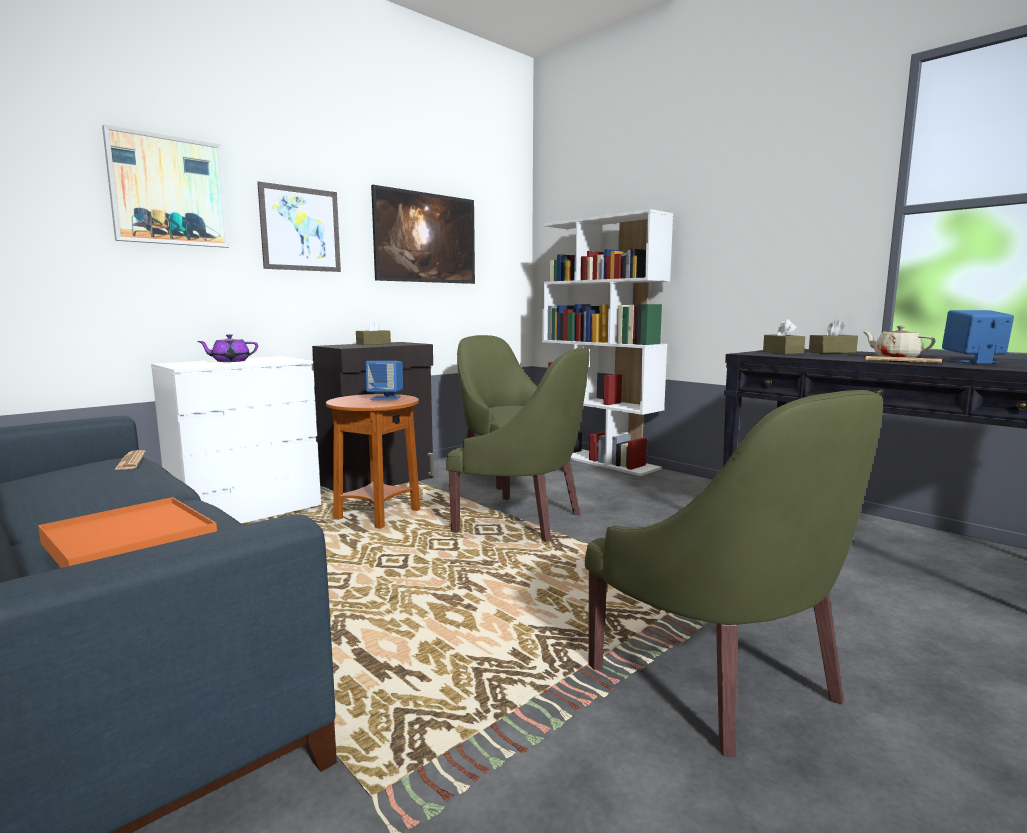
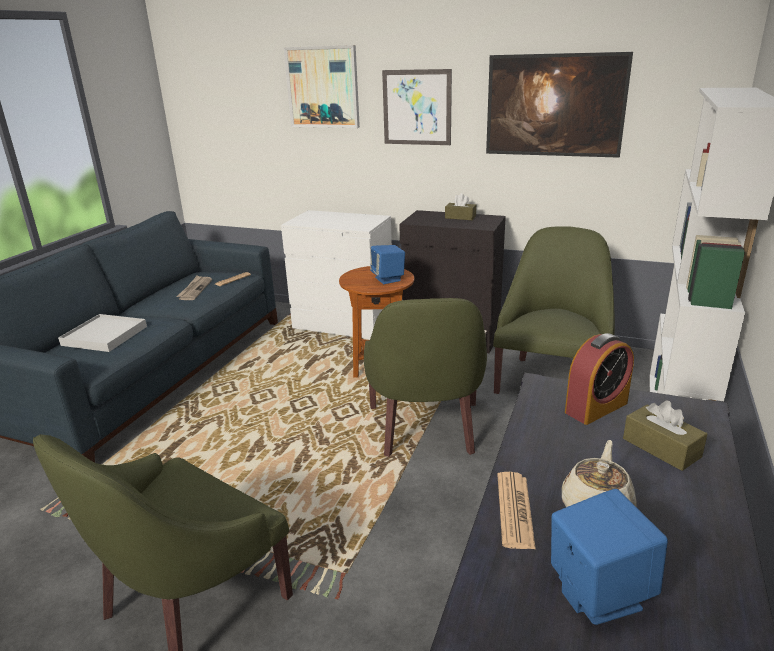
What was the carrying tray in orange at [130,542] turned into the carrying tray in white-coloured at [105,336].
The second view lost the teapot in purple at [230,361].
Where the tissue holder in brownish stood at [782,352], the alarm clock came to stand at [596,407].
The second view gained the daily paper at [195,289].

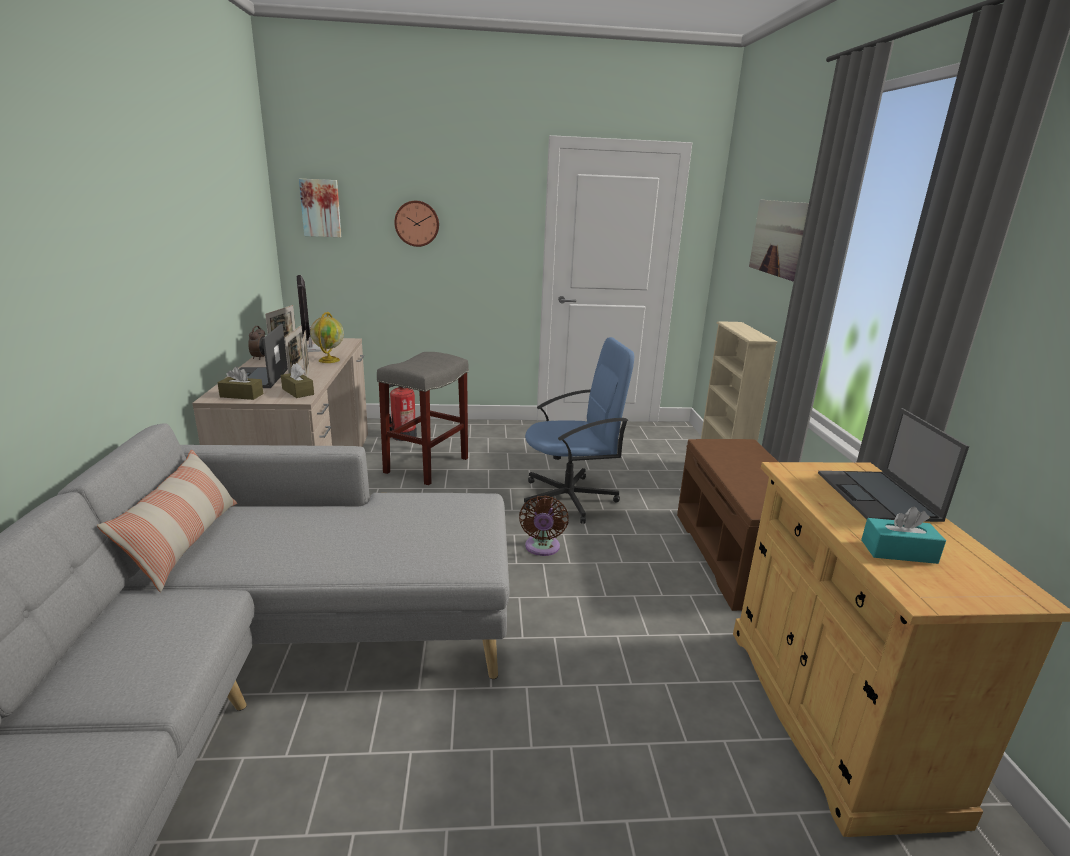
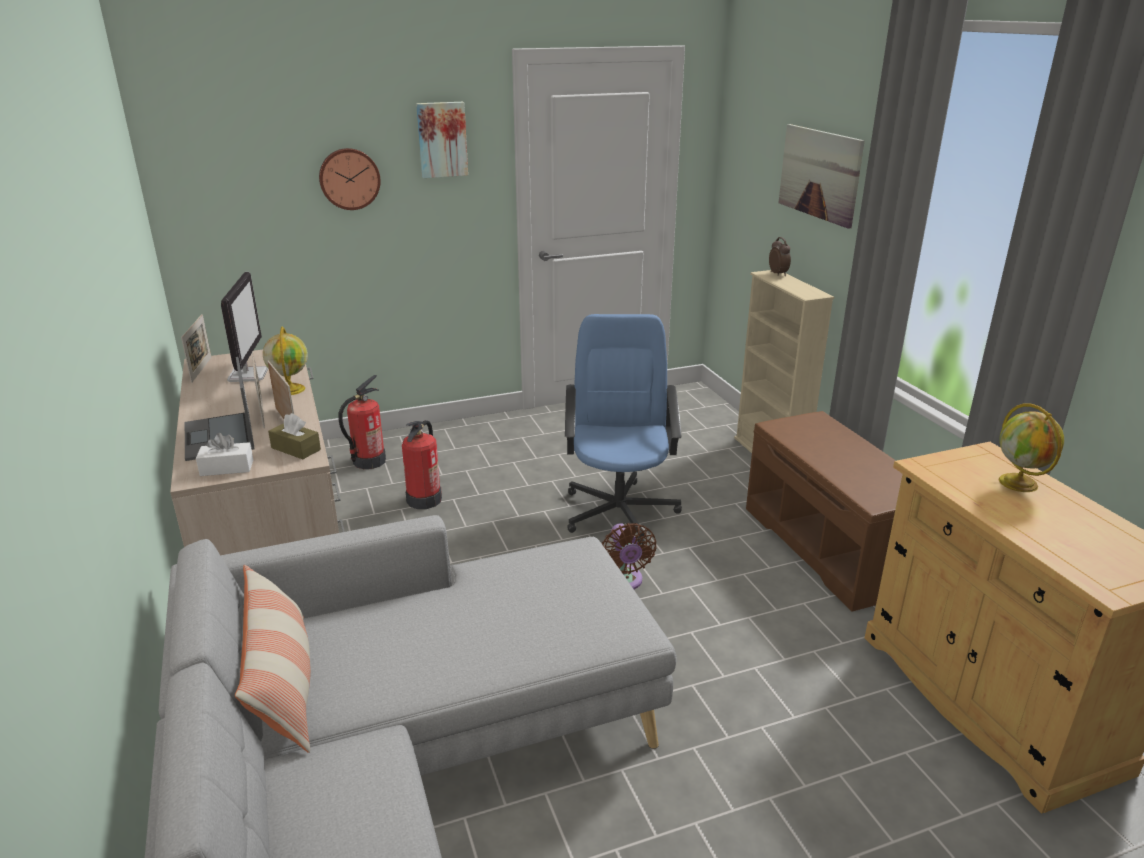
What was the tissue holder in brownish at [241,395] turned into the tissue holder in white-coloured at [227,468].
The alarm clock ended up elsewhere, having gone from [260,358] to [778,274].
The computer screen at [310,349] ended up facing another way, 150 degrees counterclockwise from before.
The picture ended up elsewhere, having gone from [321,208] to [442,139].
Where the stool seat in grey stood at [426,466], the fire extinguisher came to stand at [424,499].
The computer chair in blue-coloured at [570,498] ended up facing another way, 60 degrees counterclockwise from before.
Where the portable computer stood at [878,496], the globe came to stand at [1019,483].
The second view lost the tissue holder in blue-green at [898,551].

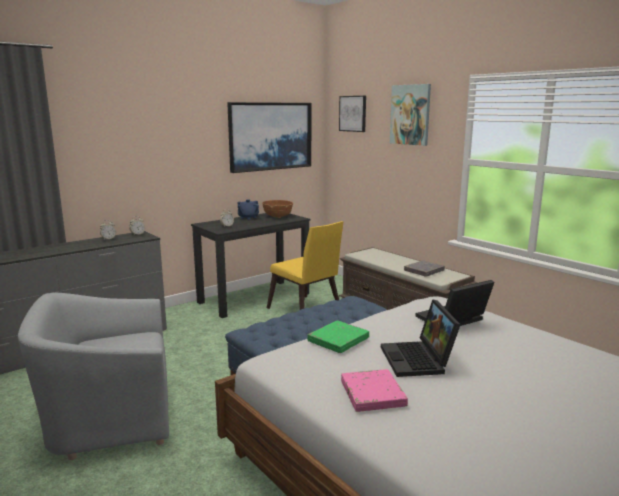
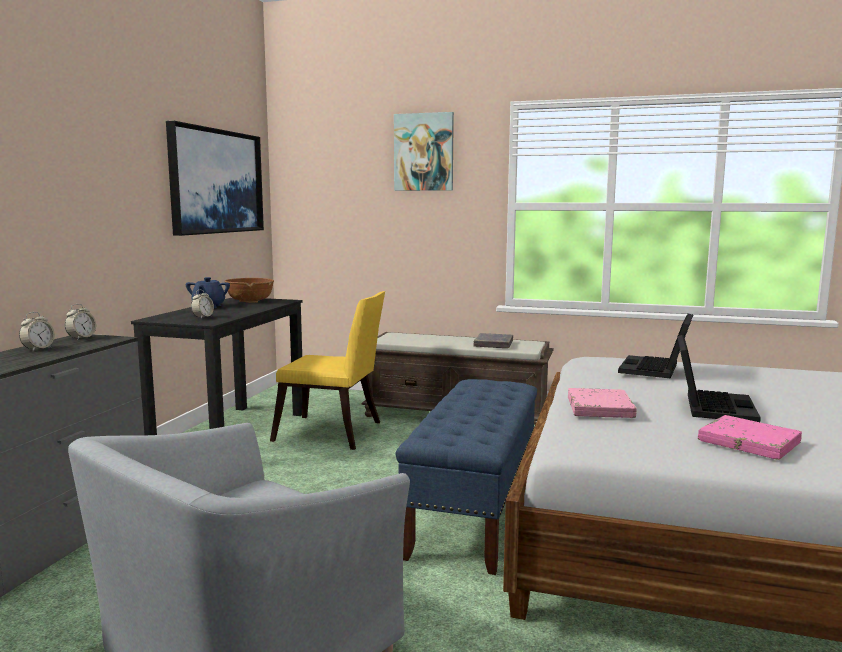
What was the volume in greenish at [338,340] turned into the volume in pink at [600,408].
The second view lost the picture at [353,113].
The portable computer at [419,360] ended up facing another way, 120 degrees counterclockwise from before.

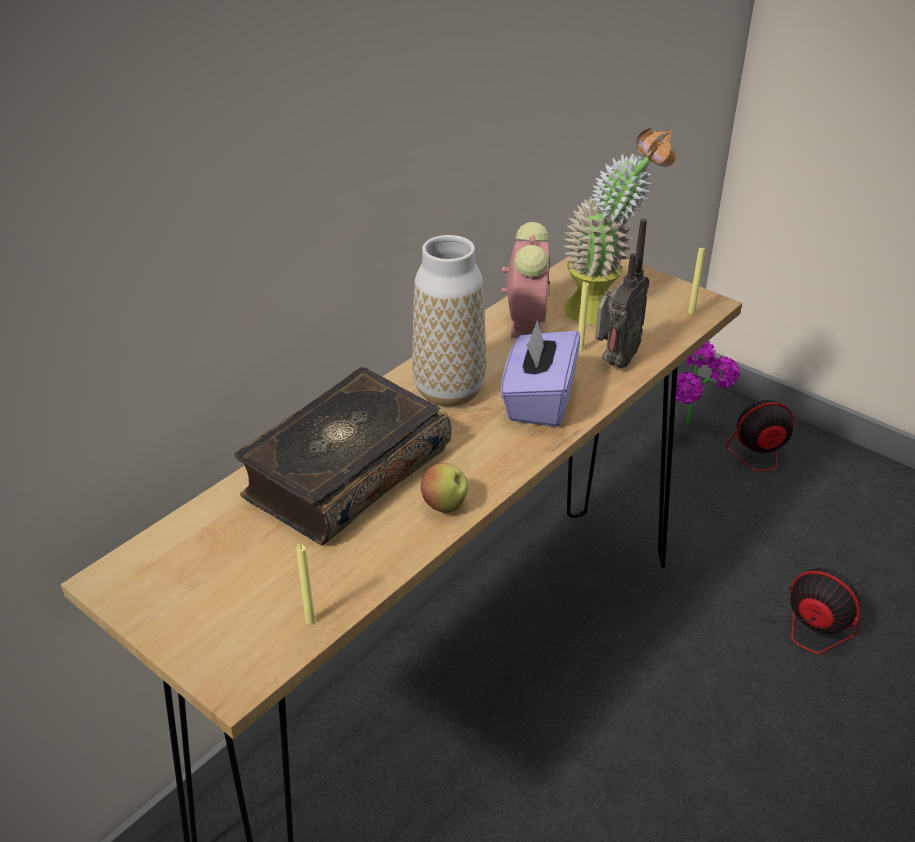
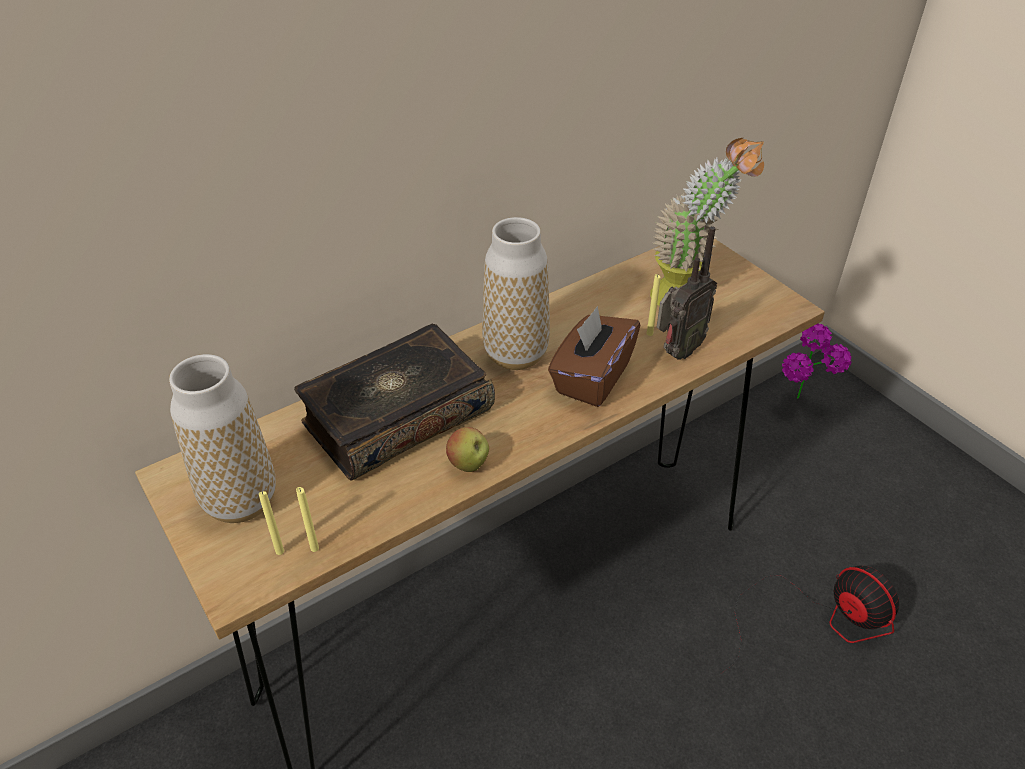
What was the tissue holder in purple at [538,400] turned into the tissue holder in brownish at [591,378].
The second view lost the alarm clock at [526,320].
The wax light in yellow-coloured ended up elsewhere, having gone from [691,312] to [279,551].
The second view lost the fan at [746,474].
The second view gained the vase at [241,501].

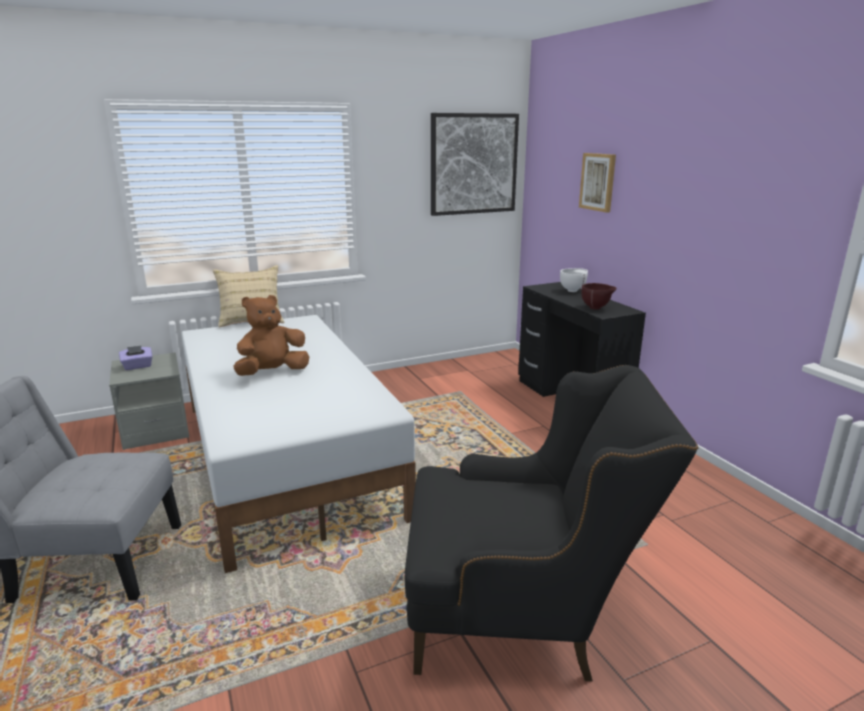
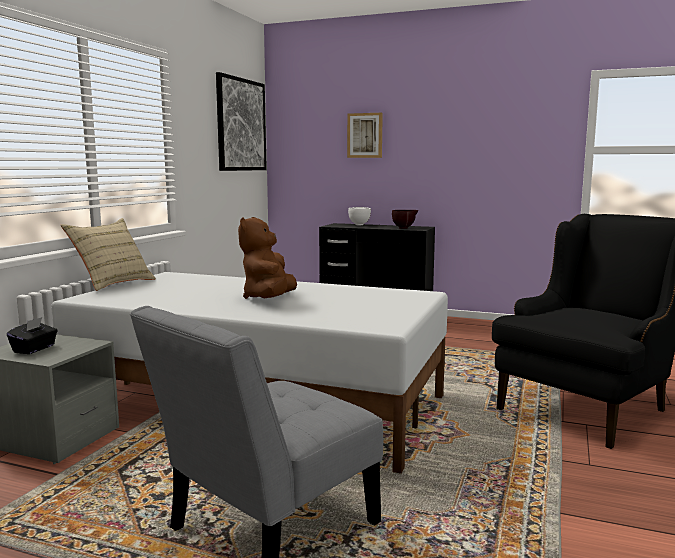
What was the tissue holder in purple at [138,366] turned into the tissue holder in blackish at [34,349].

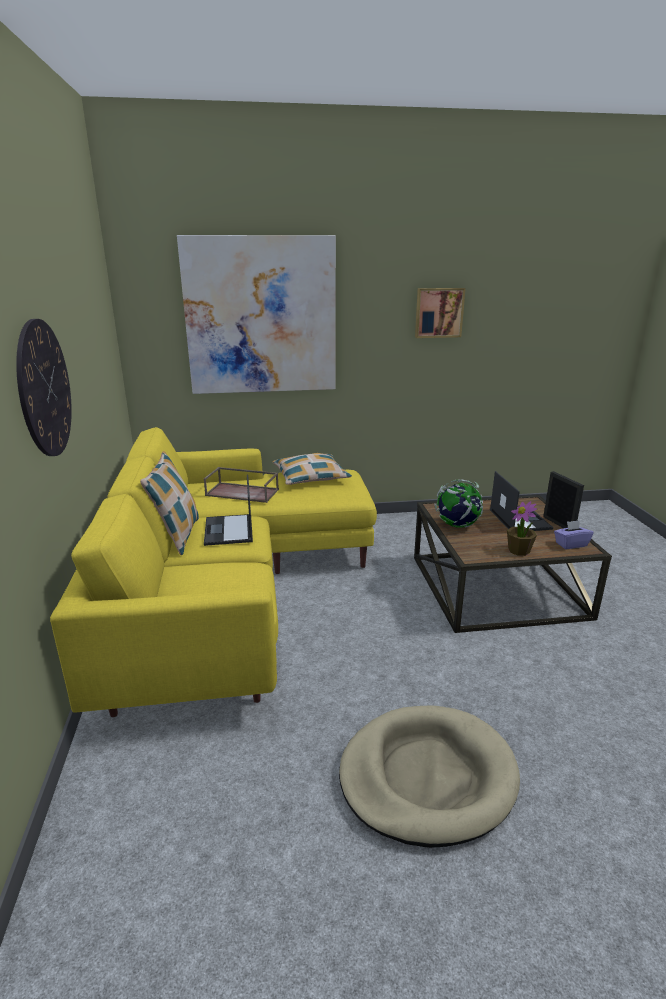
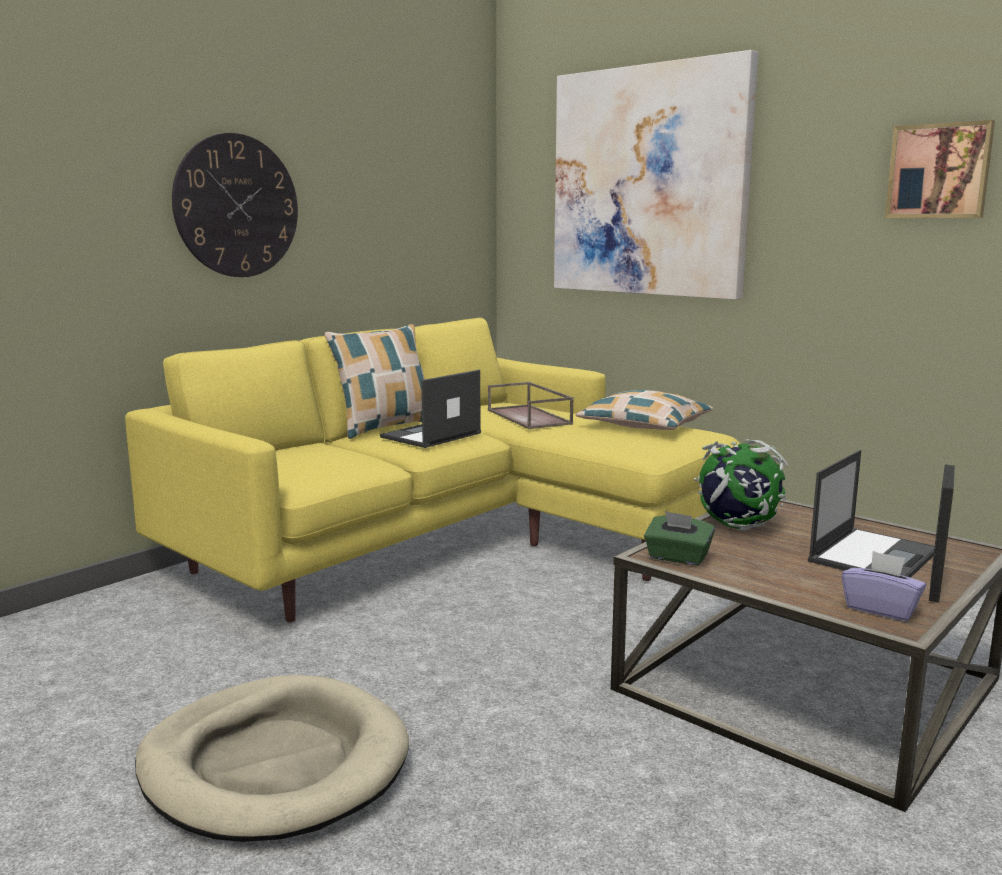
The second view lost the potted plant at [519,551].
The second view gained the tissue holder in greenish at [677,558].

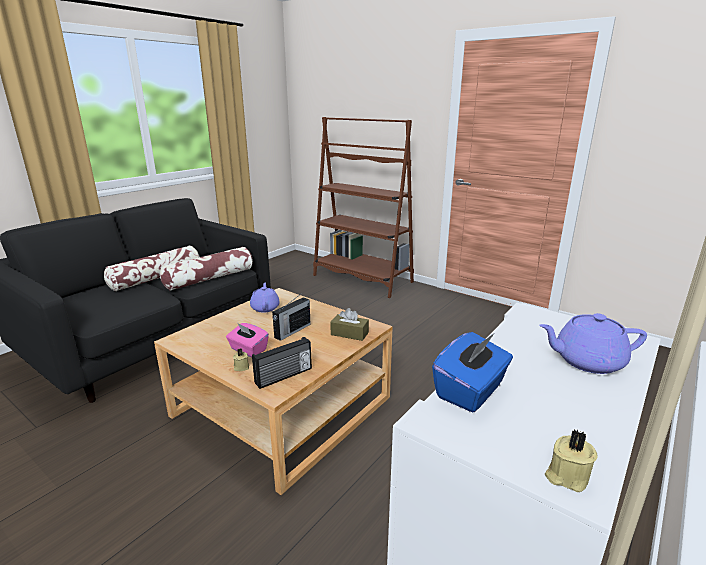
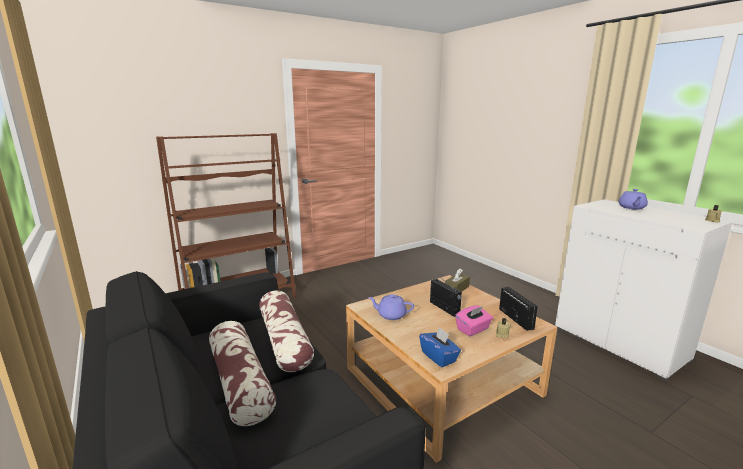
The tissue holder in blue-coloured ended up elsewhere, having gone from [471,391] to [439,357].

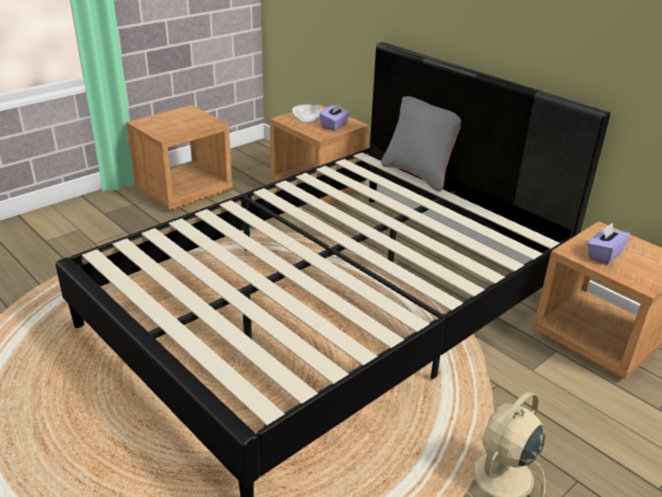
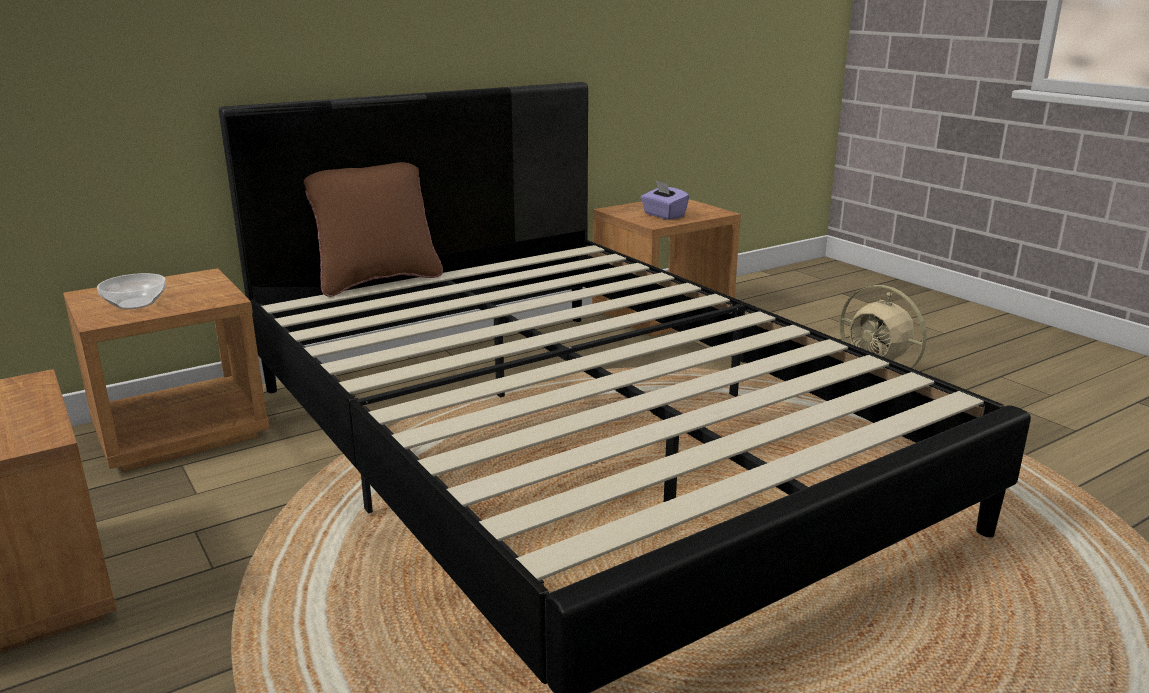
The second view lost the tissue holder in purple at [334,126].
What was the throw pillow in grey at [418,174] turned into the throw pillow in brownish at [377,281].

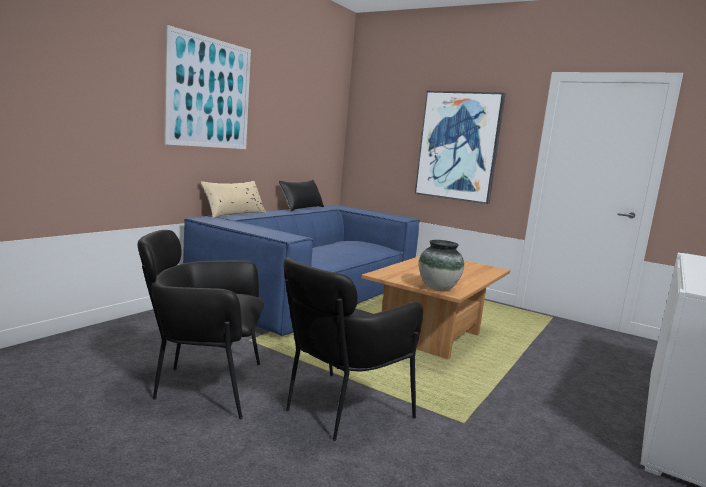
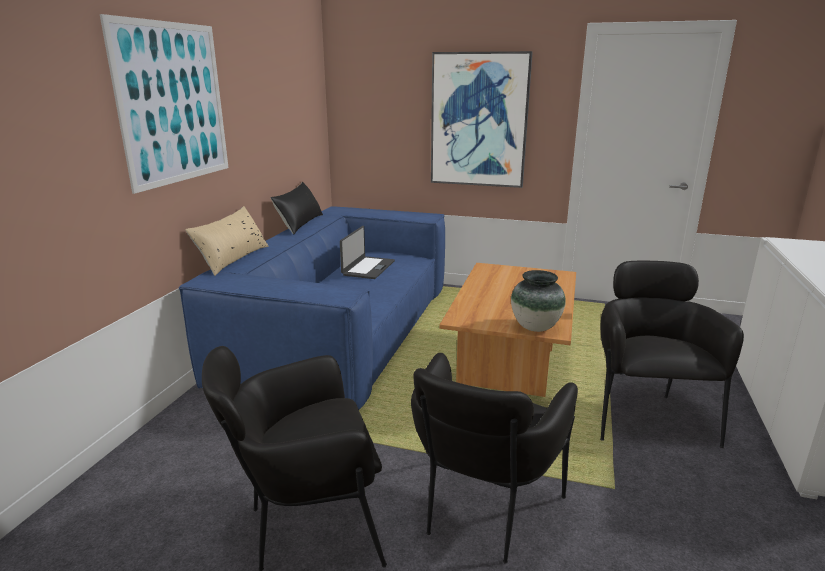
The second view gained the portable computer at [368,268].
The second view gained the armchair in blackish at [646,415].

